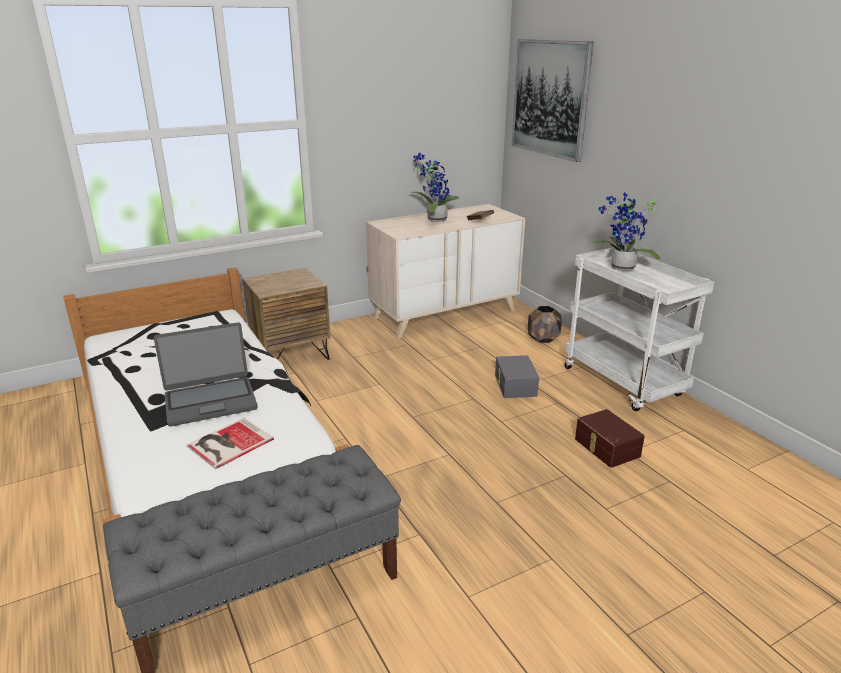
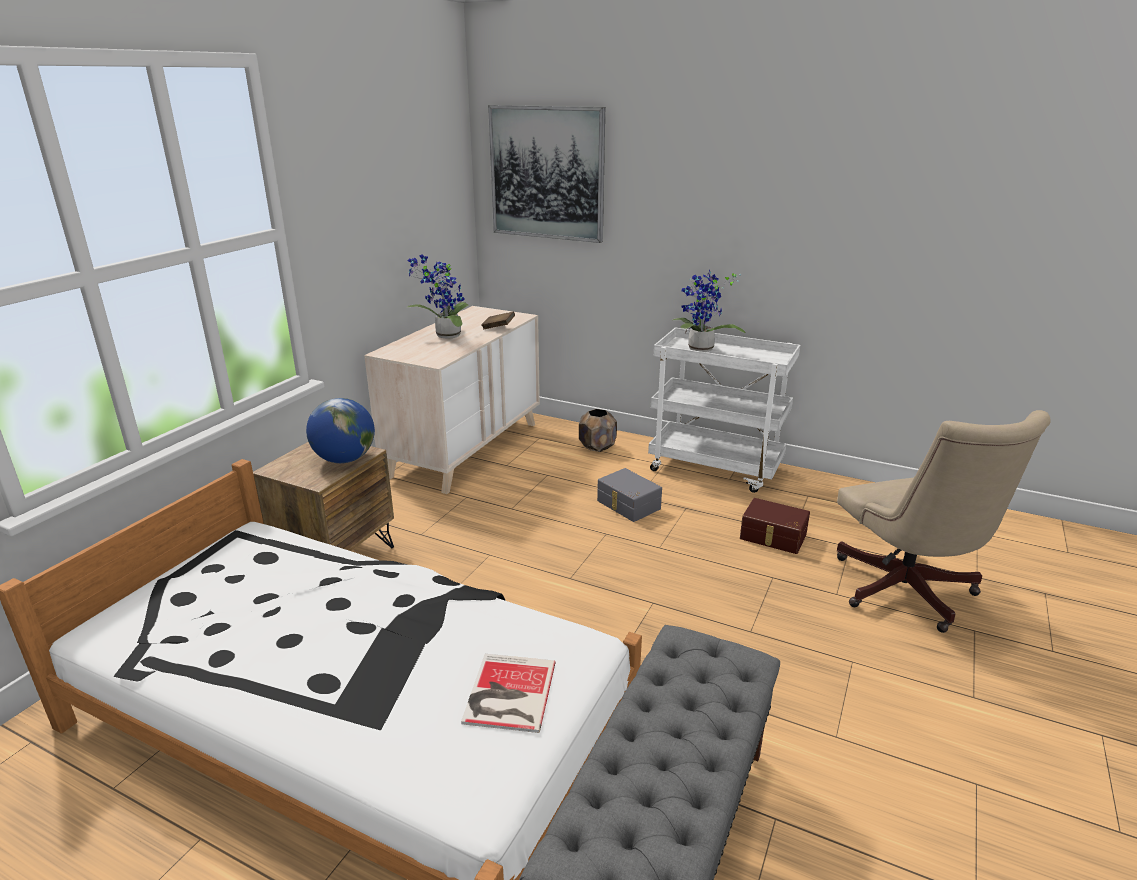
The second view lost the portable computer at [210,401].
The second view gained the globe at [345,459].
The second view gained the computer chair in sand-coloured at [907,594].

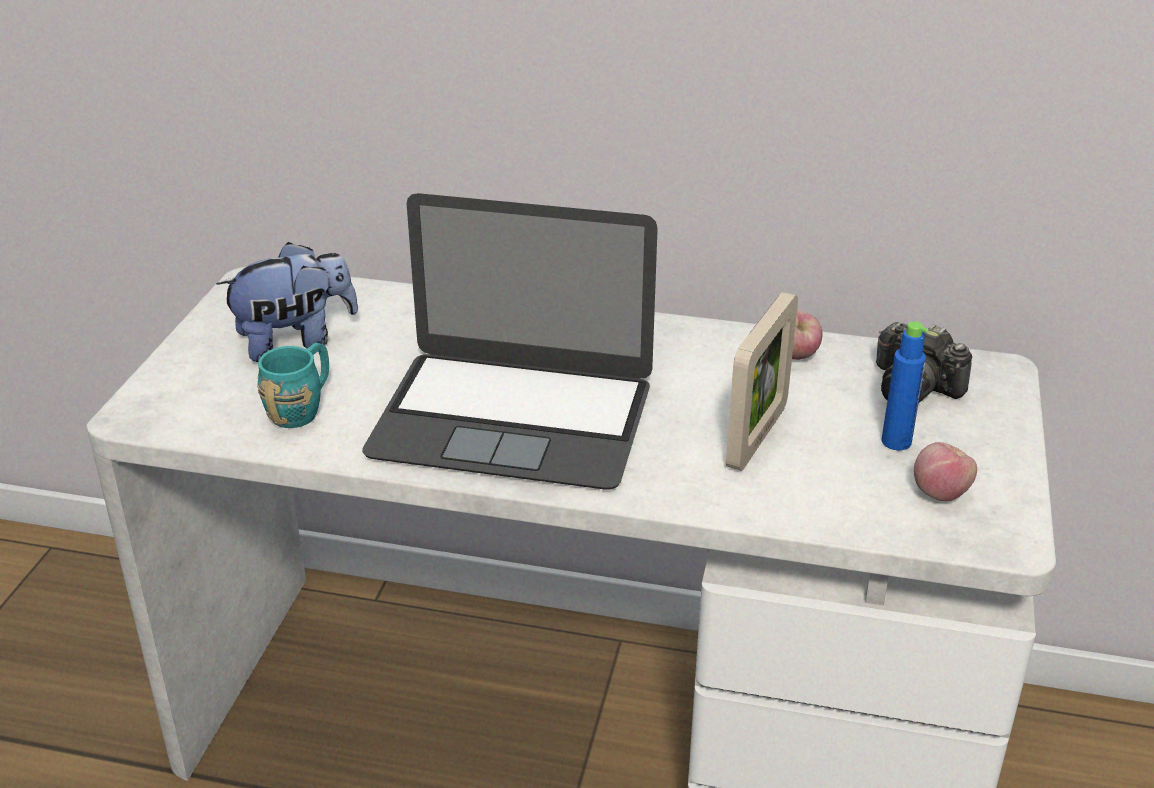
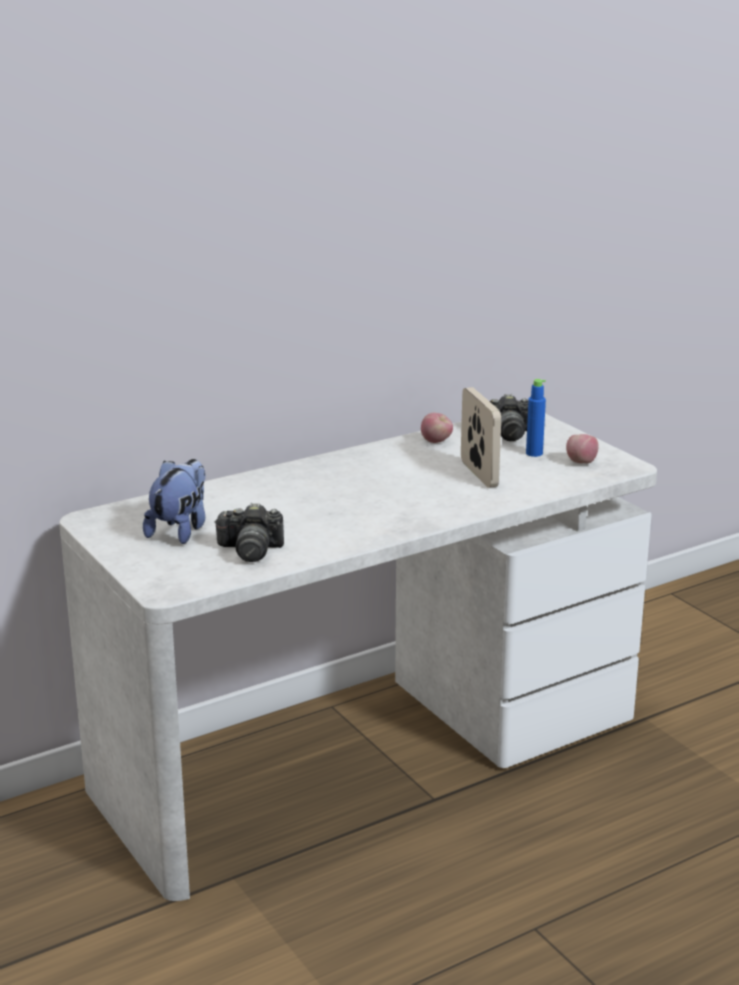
Where the coffee mug in blue-green stood at [302,408], the still camera came to stand at [250,550].
The second view lost the portable computer at [512,418].

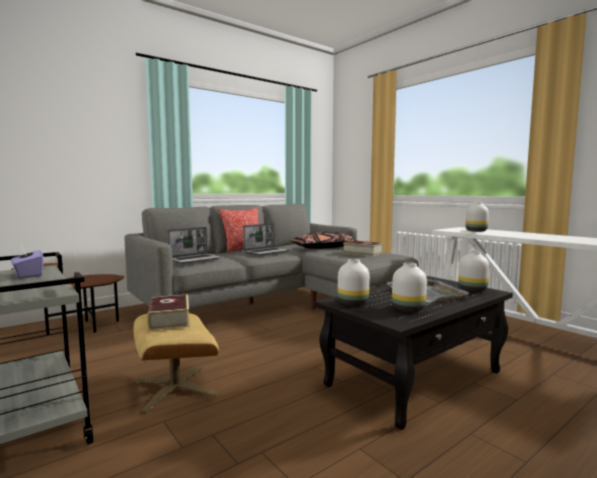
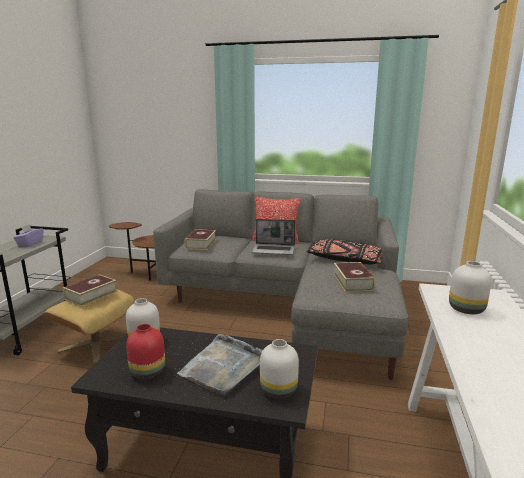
Where the portable computer stood at [195,259], the volume came to stand at [201,244].
What was the vase in white-coloured at [408,309] turned into the vase in red-coloured at [146,372].

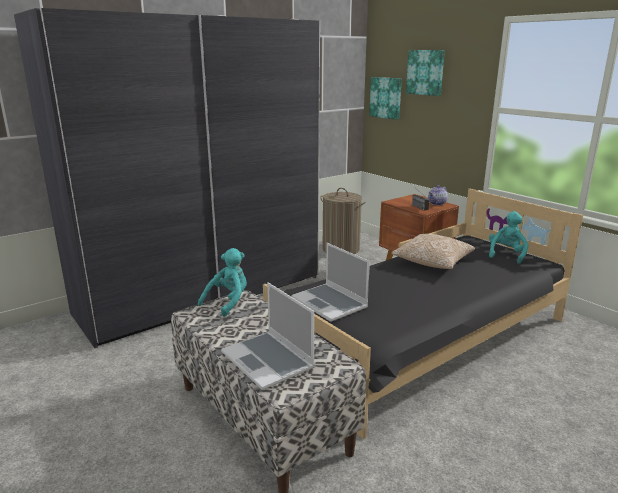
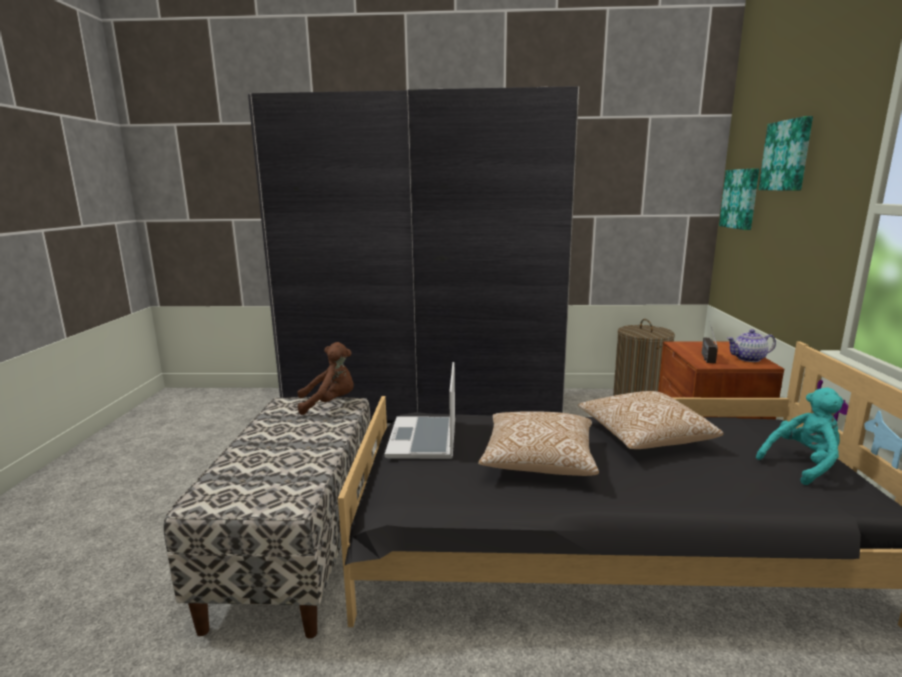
What was the soft toy in blue-green at [228,302] turned into the soft toy in brownish at [329,403].
The second view lost the portable computer at [269,361].
The second view gained the throw pillow at [538,461].

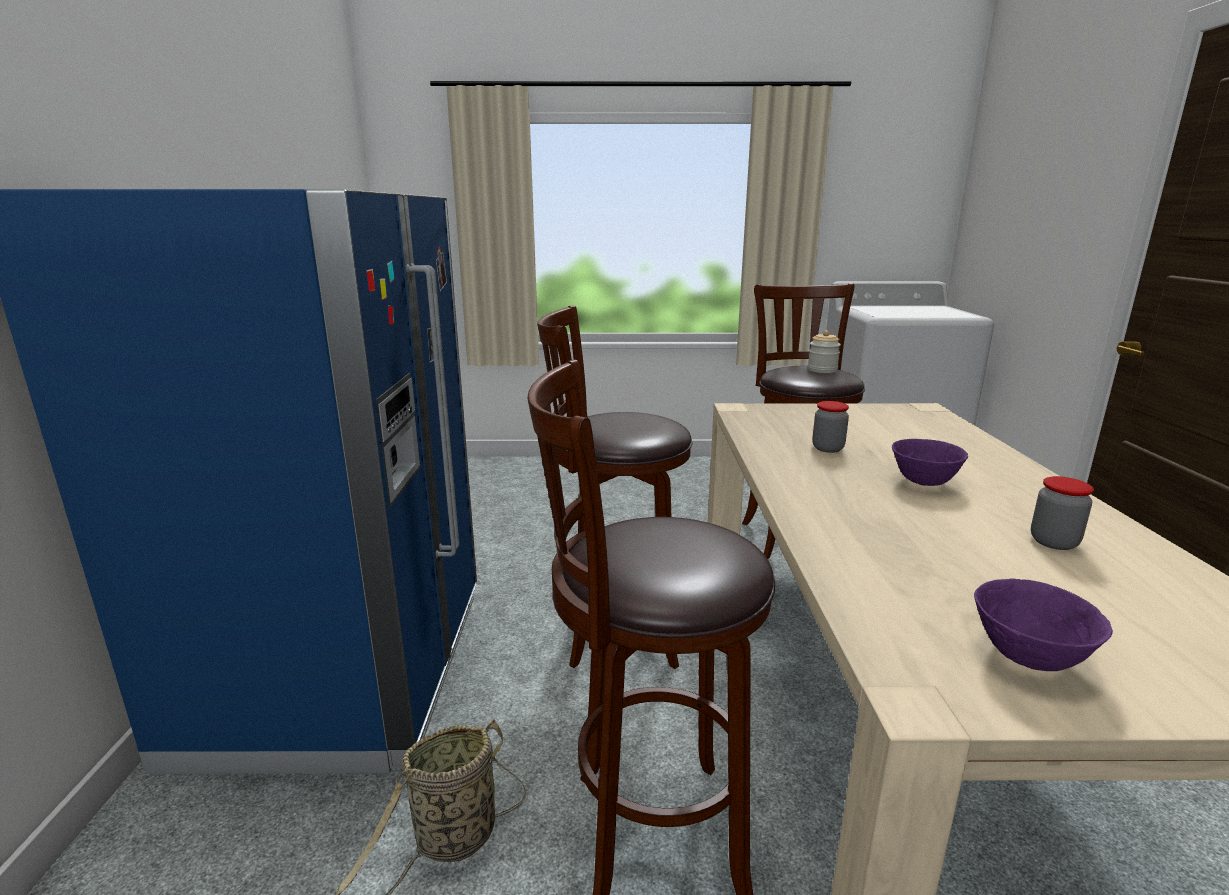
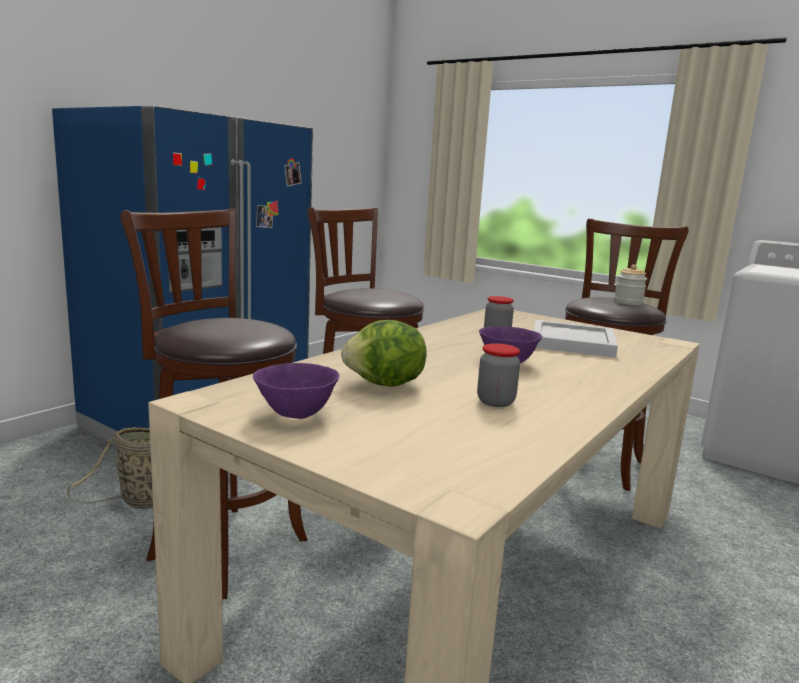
The second view gained the lettuce at [385,385].
The second view gained the carrying tray in white-coloured at [573,342].

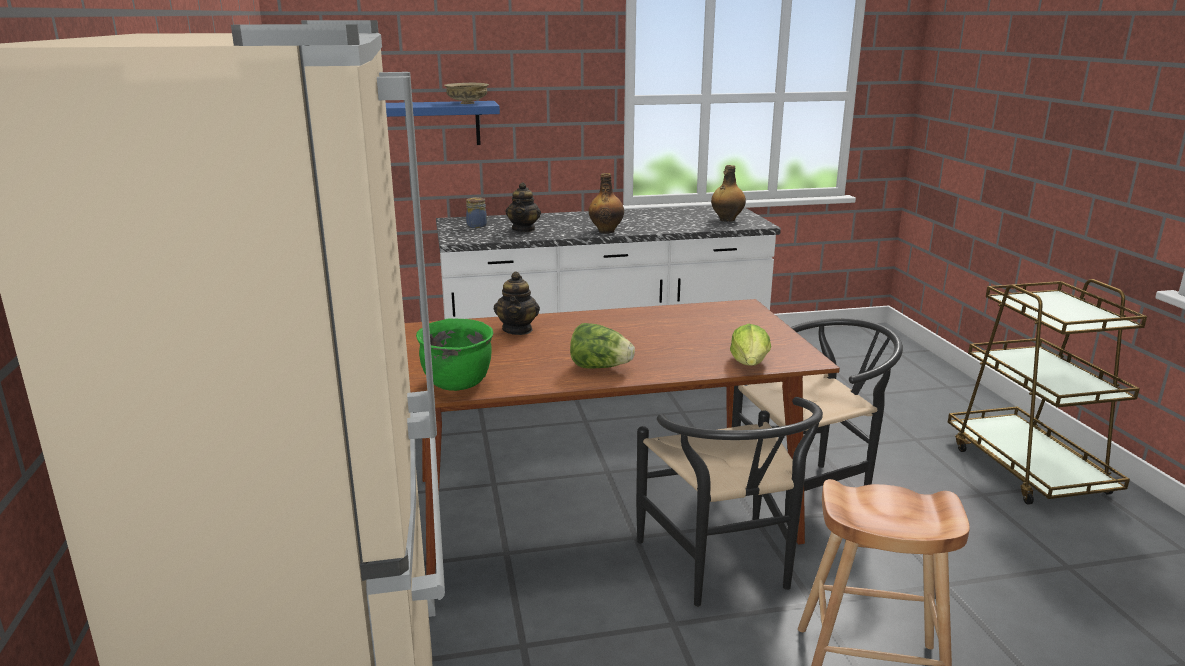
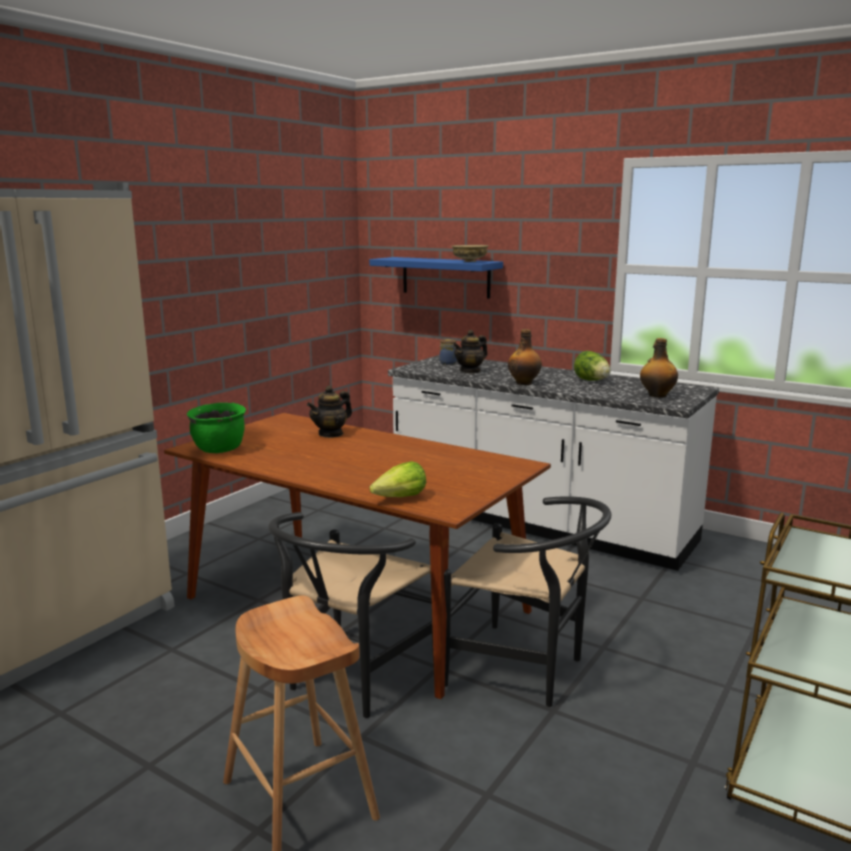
The lettuce ended up elsewhere, having gone from [600,367] to [592,381].

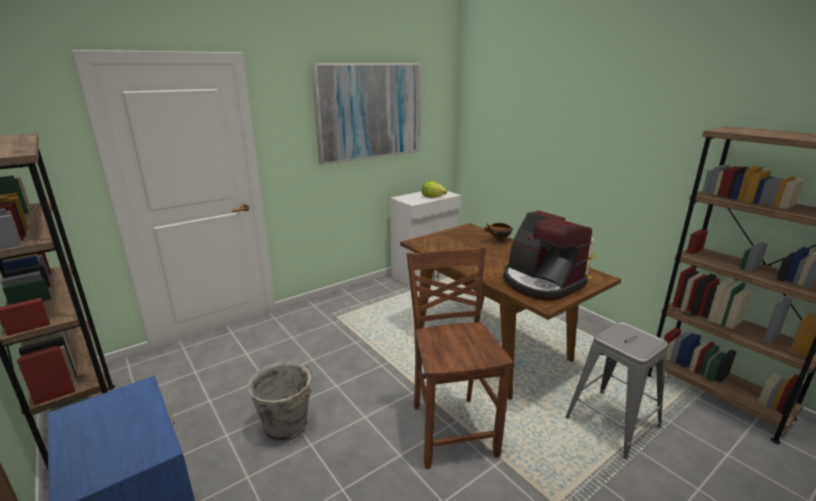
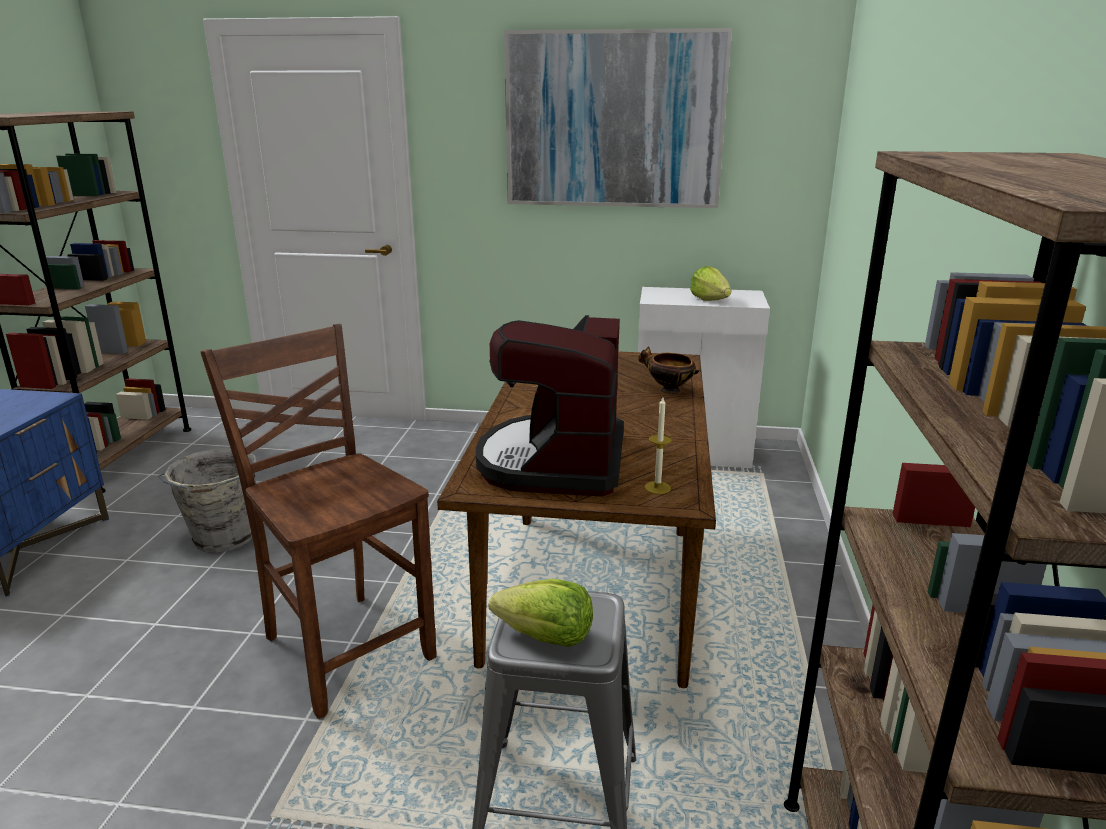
The chair in brownish at [452,428] ended up facing another way, 75 degrees counterclockwise from before.
The second view gained the lettuce at [545,637].

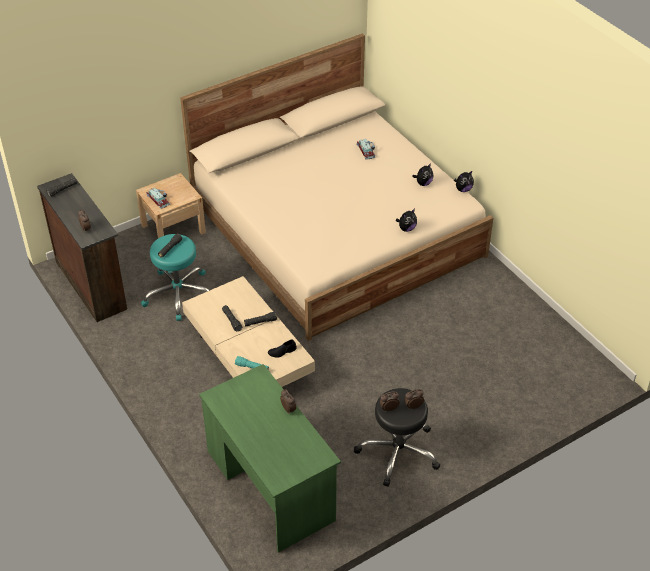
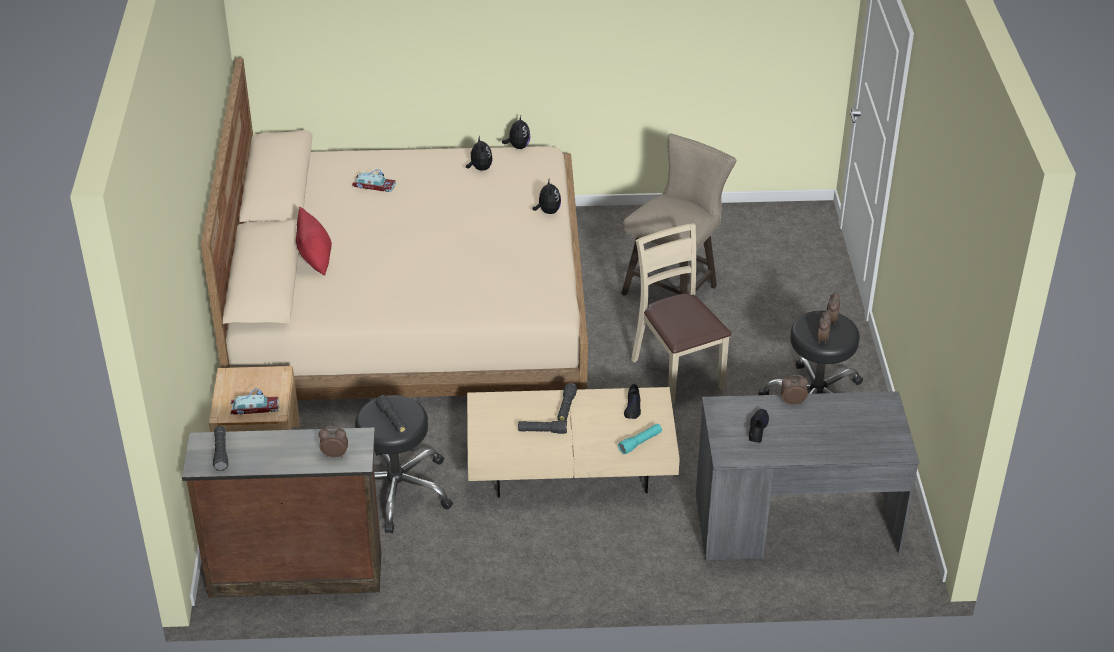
What was the stool seat in blue-green at [179,294] turned into the stool seat in blackish at [397,489].
What was the desk in greenish at [270,485] turned into the desk in grey at [796,524].
The second view gained the throw pillow in red-coloured at [315,260].
The second view gained the stool seat in sand-coloured at [674,287].
The second view gained the chair in sand-coloured at [677,372].
The second view gained the low shoe in blackish at [757,428].

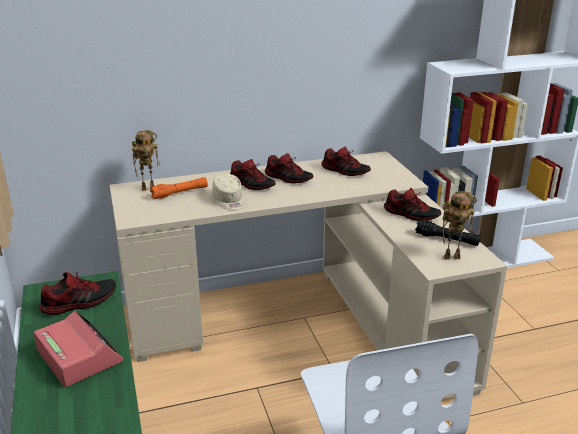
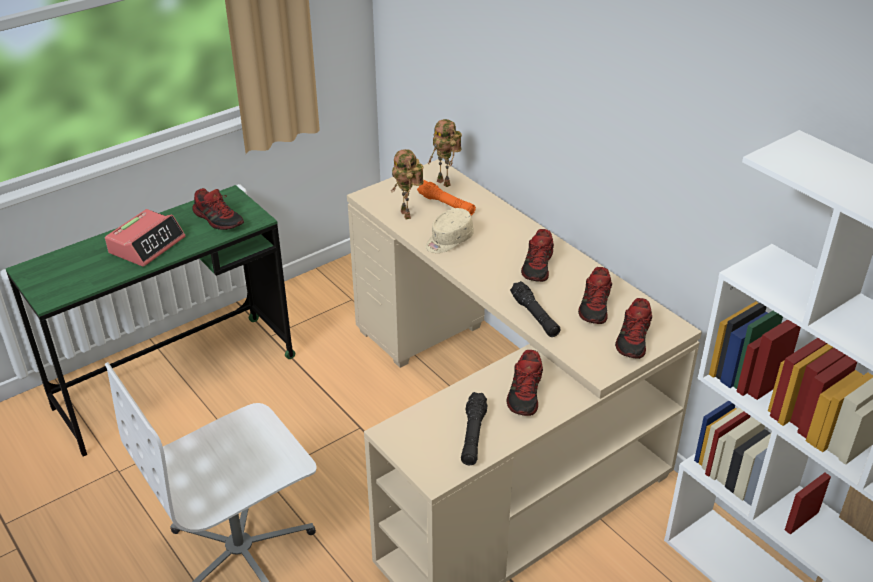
The low shoe ended up elsewhere, having gone from [252,184] to [634,339].
The toy robot ended up elsewhere, having gone from [452,256] to [408,215].
The second view gained the hand torch in blackish at [535,316].

